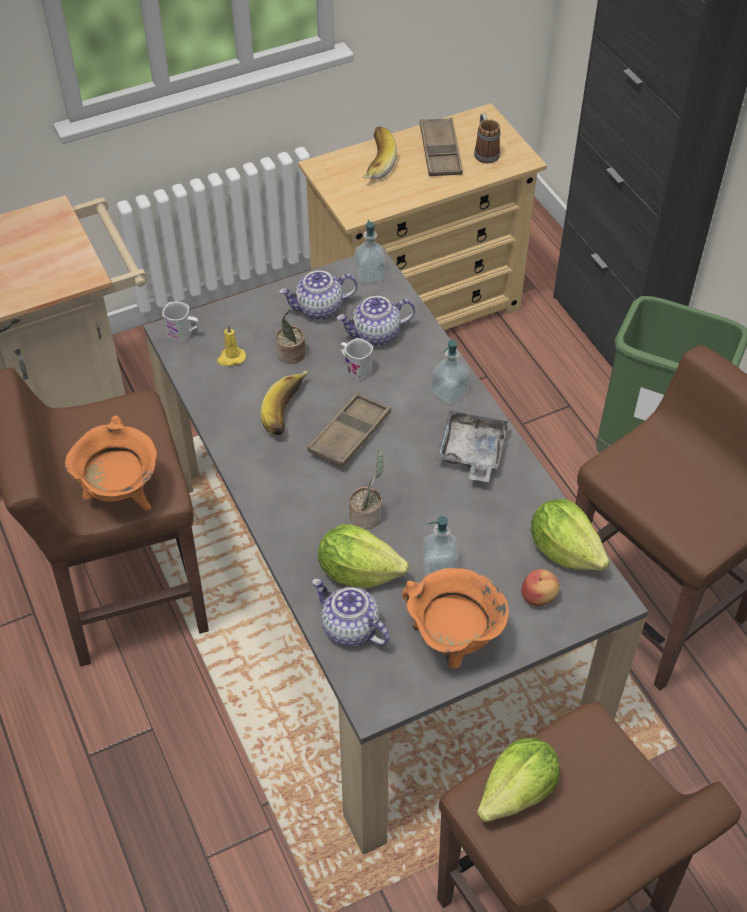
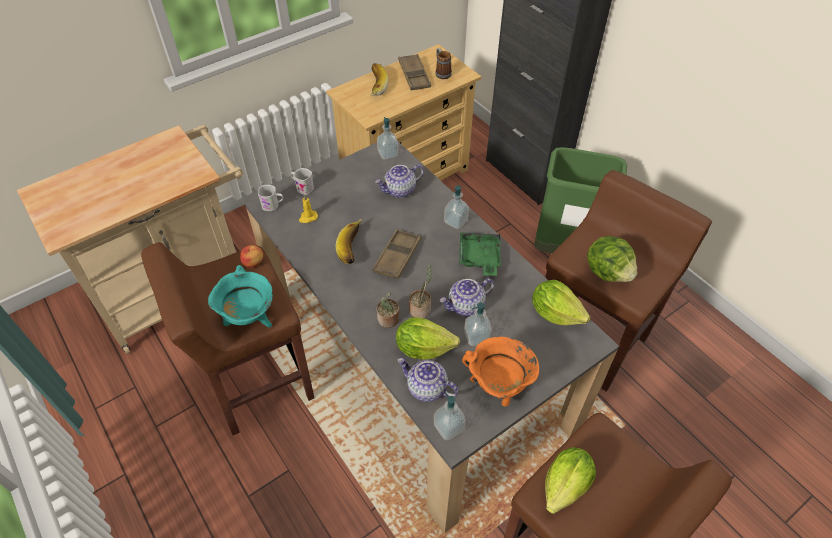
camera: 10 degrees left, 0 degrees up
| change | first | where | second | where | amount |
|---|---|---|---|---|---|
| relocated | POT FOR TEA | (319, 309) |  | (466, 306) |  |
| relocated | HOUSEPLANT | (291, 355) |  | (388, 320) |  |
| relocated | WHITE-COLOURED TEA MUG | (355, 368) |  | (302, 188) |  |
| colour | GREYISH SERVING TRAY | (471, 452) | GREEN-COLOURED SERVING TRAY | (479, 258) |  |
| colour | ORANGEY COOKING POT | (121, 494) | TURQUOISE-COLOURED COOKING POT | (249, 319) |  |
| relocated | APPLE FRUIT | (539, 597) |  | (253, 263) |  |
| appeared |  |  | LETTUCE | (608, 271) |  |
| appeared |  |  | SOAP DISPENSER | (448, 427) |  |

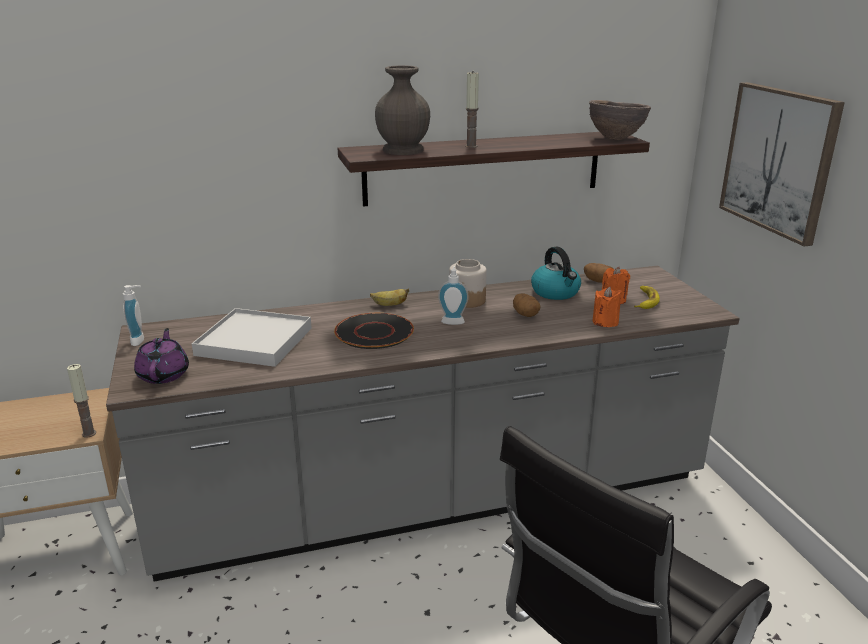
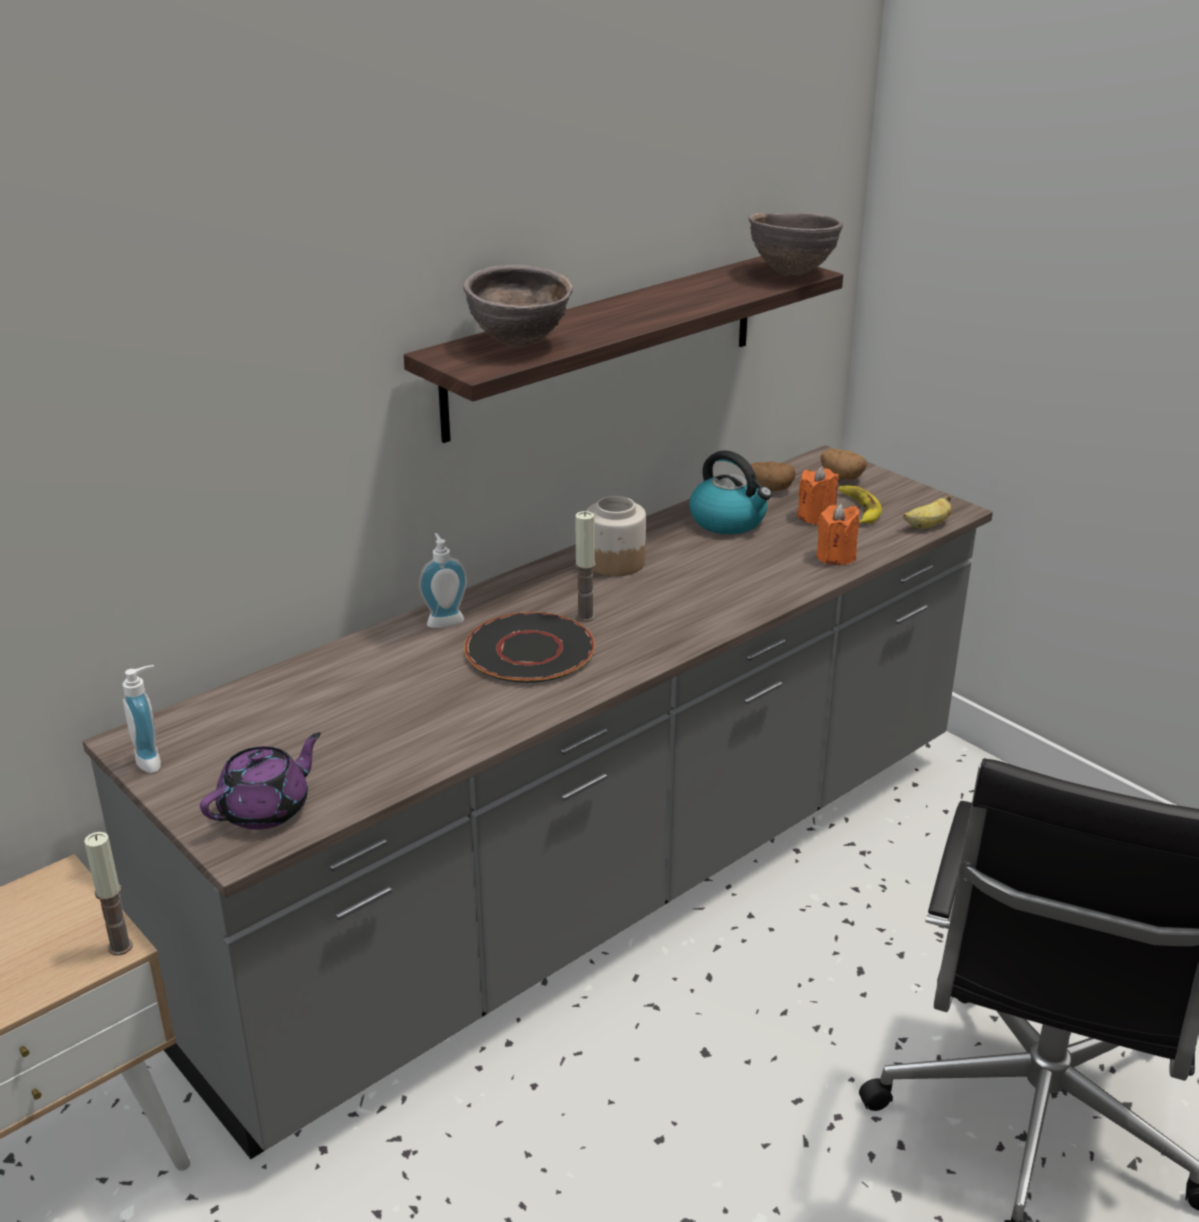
camera: 25 degrees left, 5 degrees up
| change | first | where | second | where | amount |
|---|---|---|---|---|---|
| exchanged | GREYISH VASE | (403, 150) | BROWN-COLOURED SERVING BOWL | (518, 344) |  |
| relocated | WAX LIGHT | (471, 146) |  | (585, 616) |  |
| missing | PICTURE | (779, 160) |  |  |  |
| relocated | SOAP DISPENSER | (453, 321) |  | (444, 620) |  |
| relocated | BANANA | (389, 305) |  | (927, 526) |  |
| relocated | SPUD | (525, 314) |  | (841, 477) |  |
| missing | WHITE-COLOURED SERVING TRAY | (254, 341) |  |  |  |
| spun | PURPLE-COLOURED POT FOR TEA | (164, 374) |  | (266, 809) | 75 degrees clockwise |

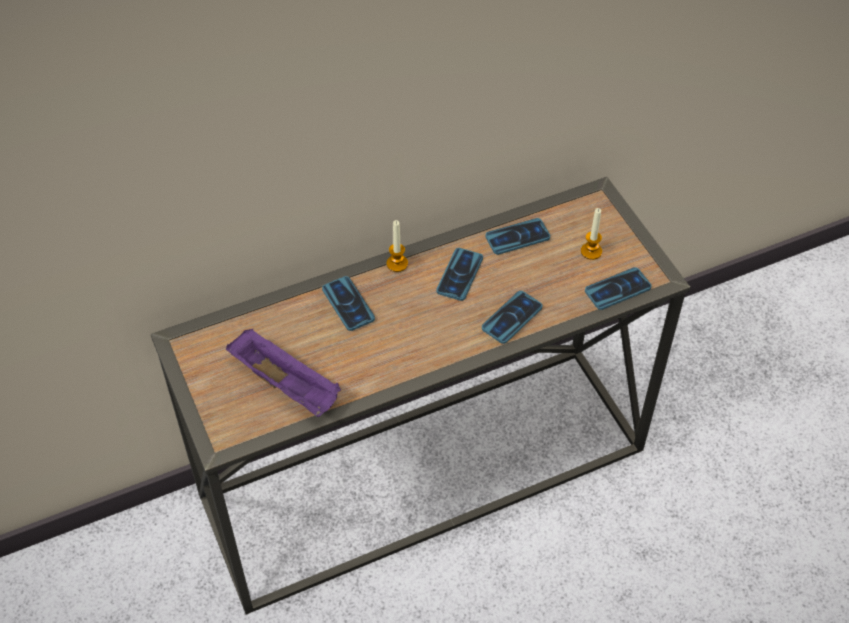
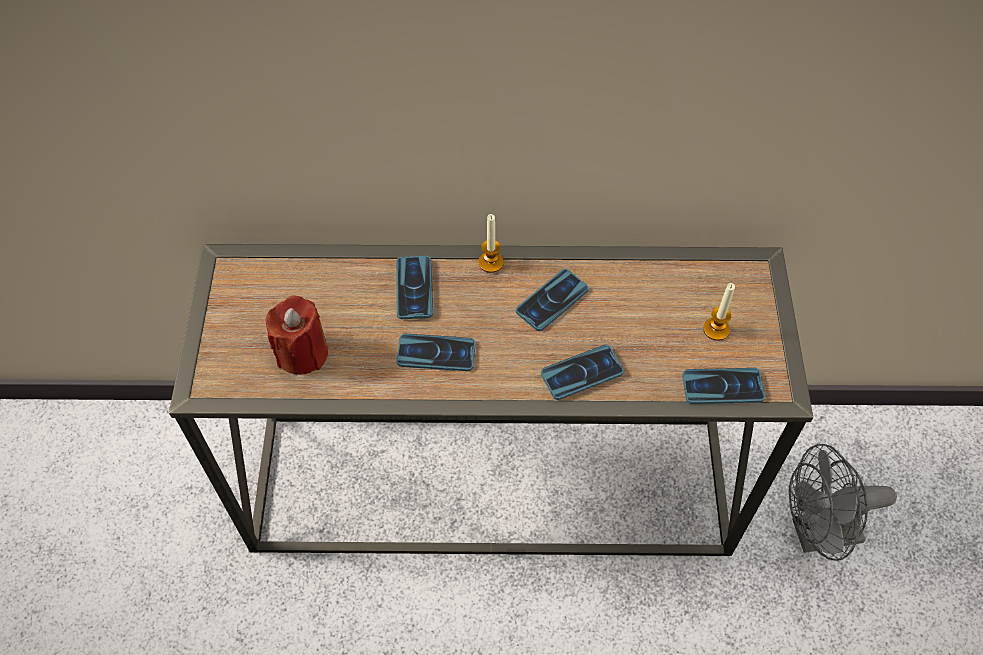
camera: 25 degrees right, 5 degrees up
| change | first | where | second | where | amount |
|---|---|---|---|---|---|
| relocated | HANDSET | (517, 237) |  | (436, 353) |  |
| exchanged | PURPLE-COLOURED SERVING TRAY | (287, 385) | RED-COLOURED WAX LIGHT | (302, 353) |  |
| appeared |  |  | GREYISH FAN | (816, 534) |  |

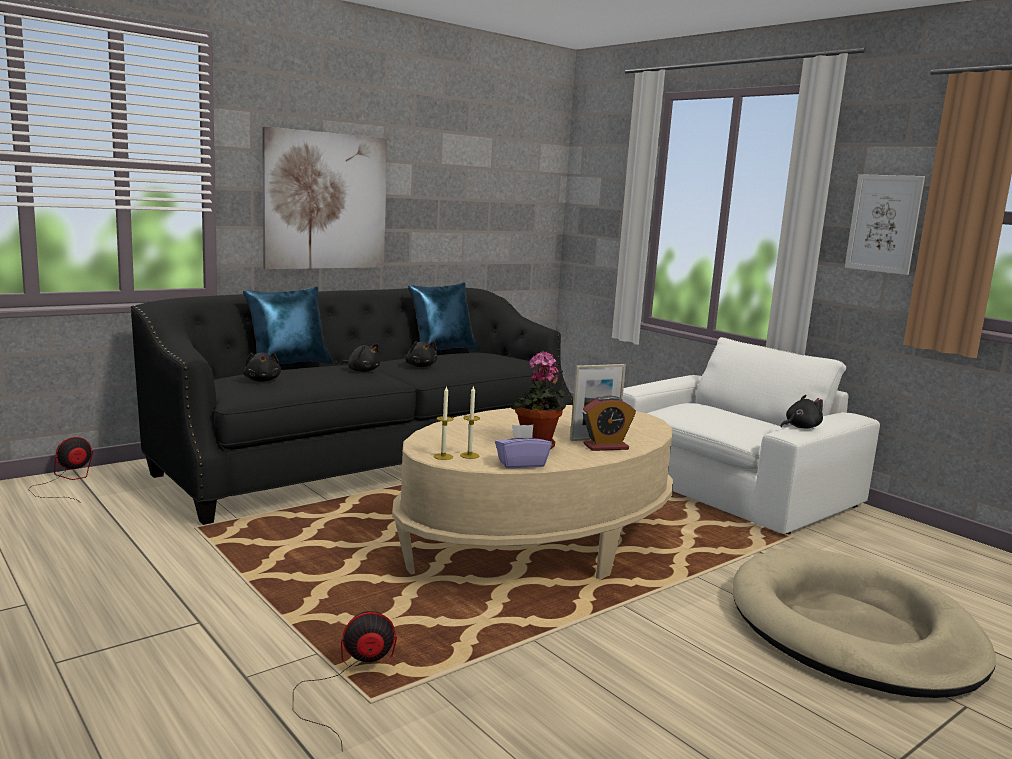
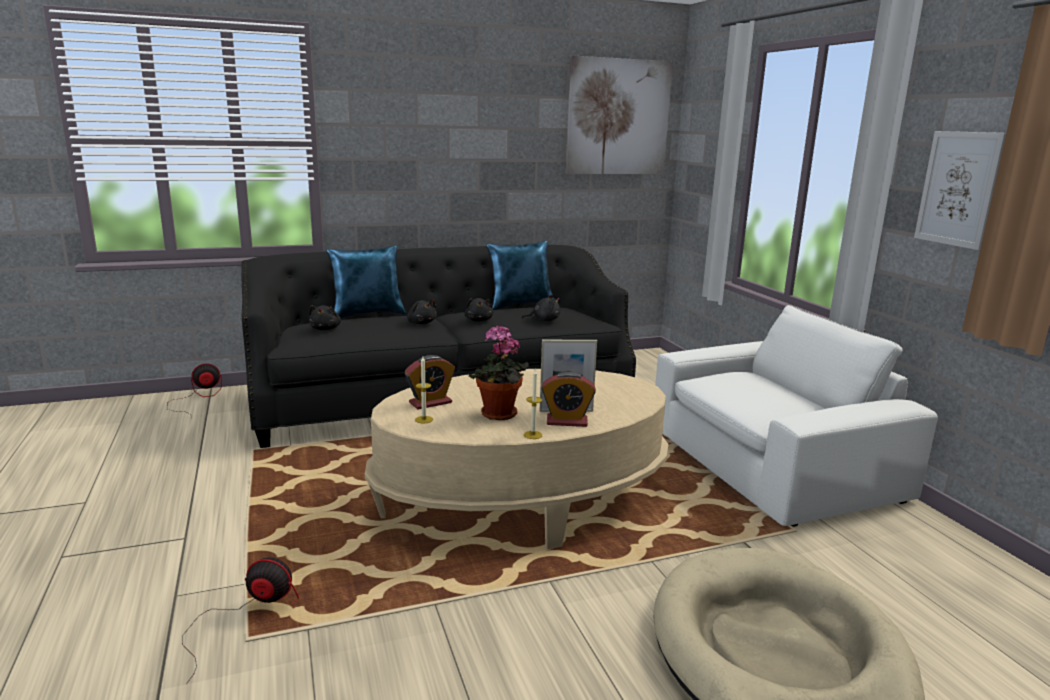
camera: 20 degrees right, 5 degrees up
| change | first | where | second | where | amount |
|---|---|---|---|---|---|
| relocated | PICTURE | (326, 201) |  | (618, 117) |  |
| relocated | WAX LIGHT | (443, 456) |  | (533, 435) |  |
| relocated | BLACK PLUSH TOY | (800, 427) |  | (543, 320) |  |
| missing | PURPLE-COLOURED TISSUE BOX | (521, 464) |  |  |  |
| appeared |  |  | ALARM CLOCK | (430, 403) |  |

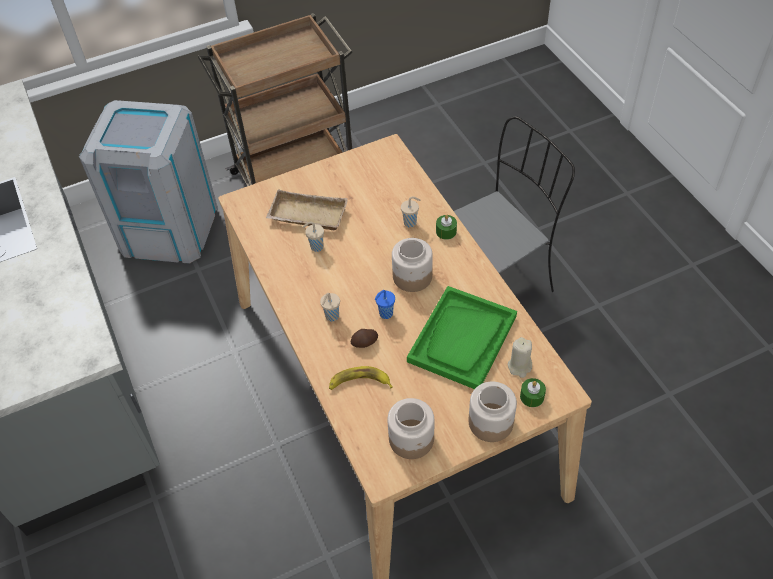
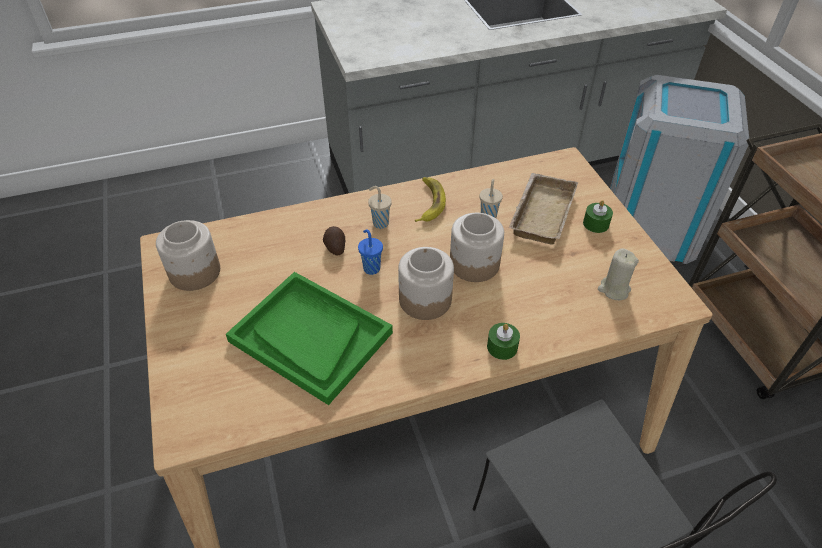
camera: 95 degrees right, 5 degrees down
| change | first | where | second | where | amount |
|---|---|---|---|---|---|
| missing | BEIGE CUP | (411, 222) |  |  |  |
| relocated | BEIGE WAX LIGHT | (519, 366) |  | (614, 289) |  |
| relocated | BANANA | (359, 382) |  | (429, 202) |  |
| relocated | GREEN-COLOURED WAX LIGHT | (532, 396) |  | (596, 224) |  |
| relocated | PRESERVE JAR | (491, 422) |  | (475, 264) |  |

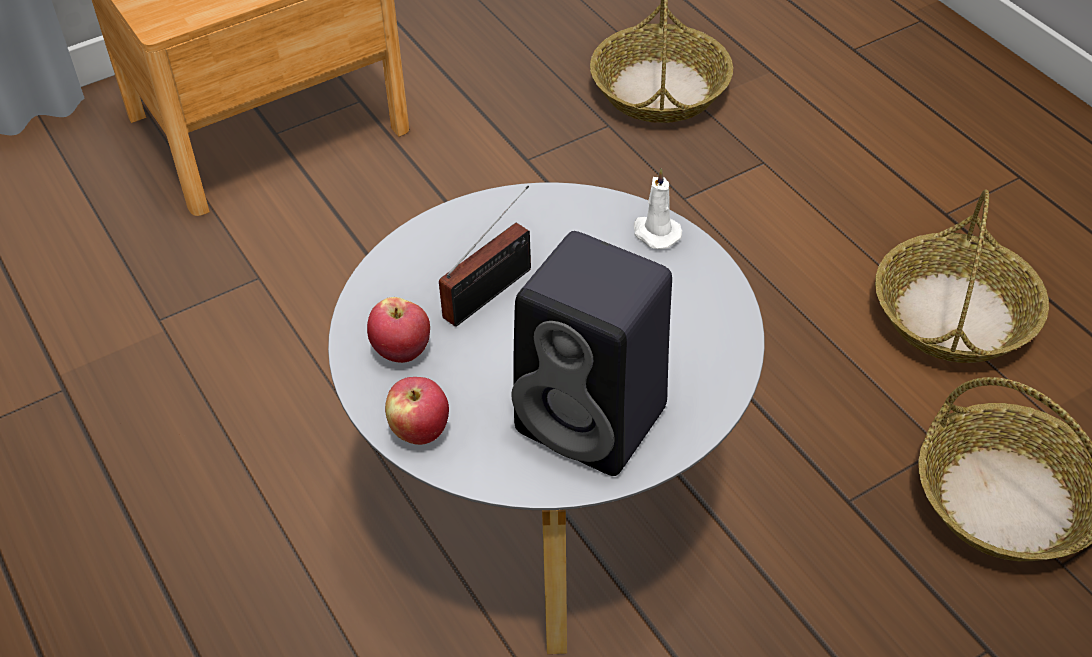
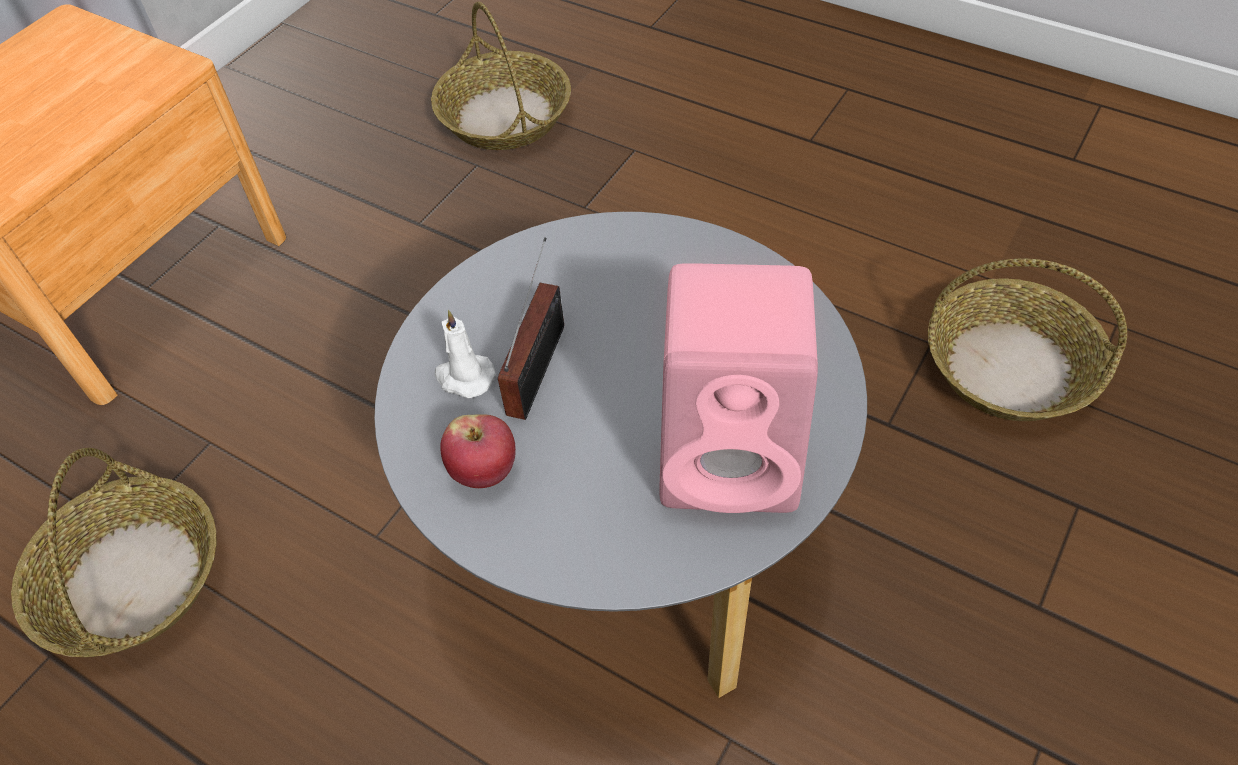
camera: 25 degrees left, 5 degrees up
| change | first | where | second | where | amount |
|---|---|---|---|---|---|
| relocated | WHITE-COLOURED WAX LIGHT | (655, 233) |  | (464, 377) |  |
| relocated | STORAGE BASKET | (953, 314) |  | (132, 578) |  |
| colour | BLACK LOUDSPEAKER | (596, 420) | PINK-COLOURED LOUDSPEAKER | (734, 459) |  |
| missing | APPLE FRUIT | (419, 431) |  |  |  |

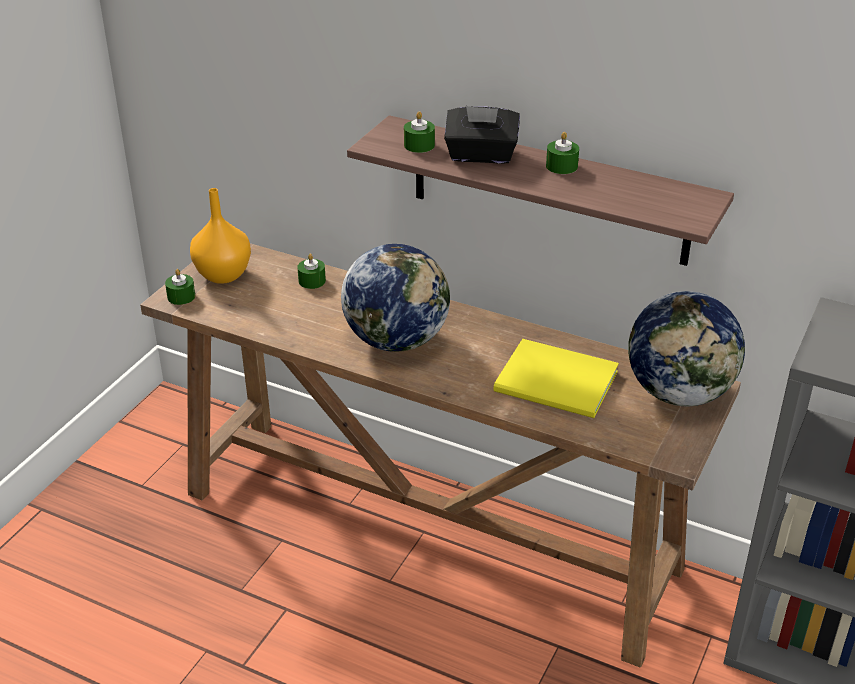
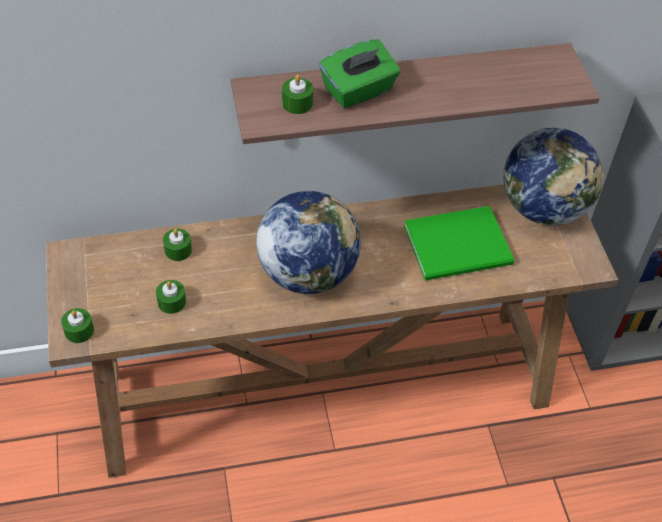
camera: 40 degrees left, 15 degrees up
| change | first | where | second | where | amount |
|---|---|---|---|---|---|
| colour | BLACK TISSUE BOX | (481, 155) | GREEN-COLOURED TISSUE BOX | (358, 91) |  |
| relocated | GREEN-COLOURED WAX LIGHT | (561, 166) |  | (172, 302) |  |
| missing | ORANGEY VASE | (223, 275) |  |  |  |
| colour | YELLOWISH VOLUME | (558, 384) | GREEN-COLOURED VOLUME | (461, 247) |  |

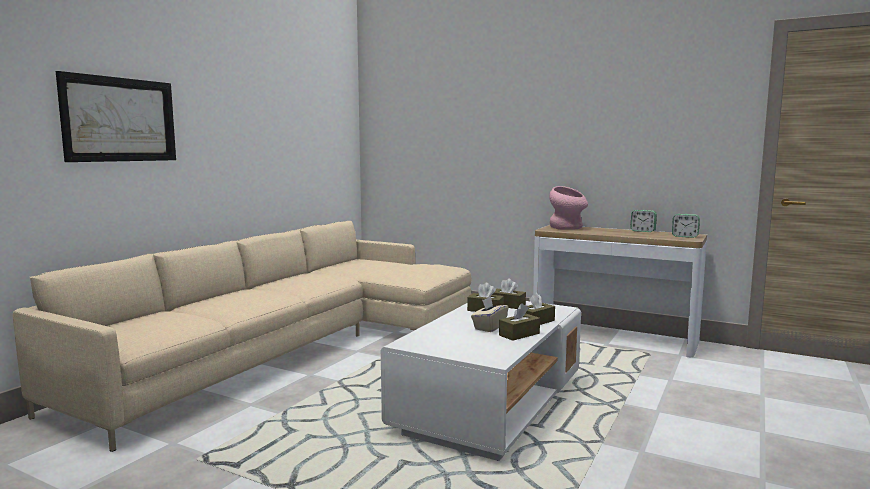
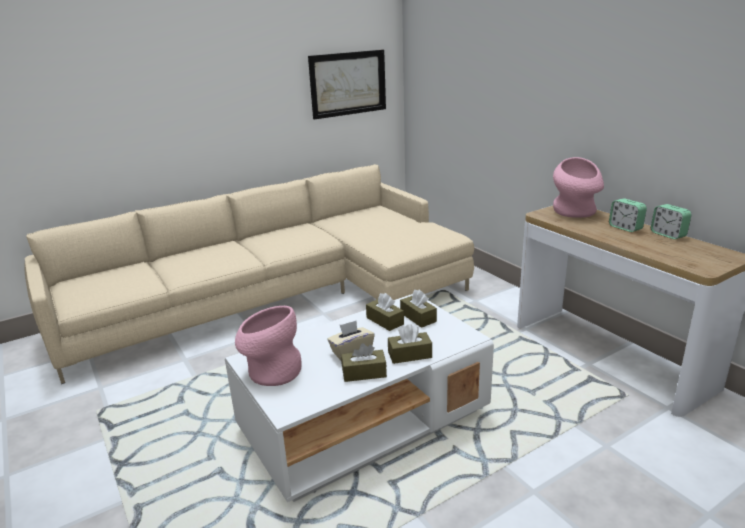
camera: 30 degrees right, 15 degrees up
| change | first | where | second | where | amount |
|---|---|---|---|---|---|
| relocated | PICTURE | (120, 119) |  | (348, 83) |  |
| relocated | ALARM CLOCK | (685, 236) |  | (625, 228) |  |
| appeared |  |  | PINK-COLOURED VASE | (271, 371) |  |

